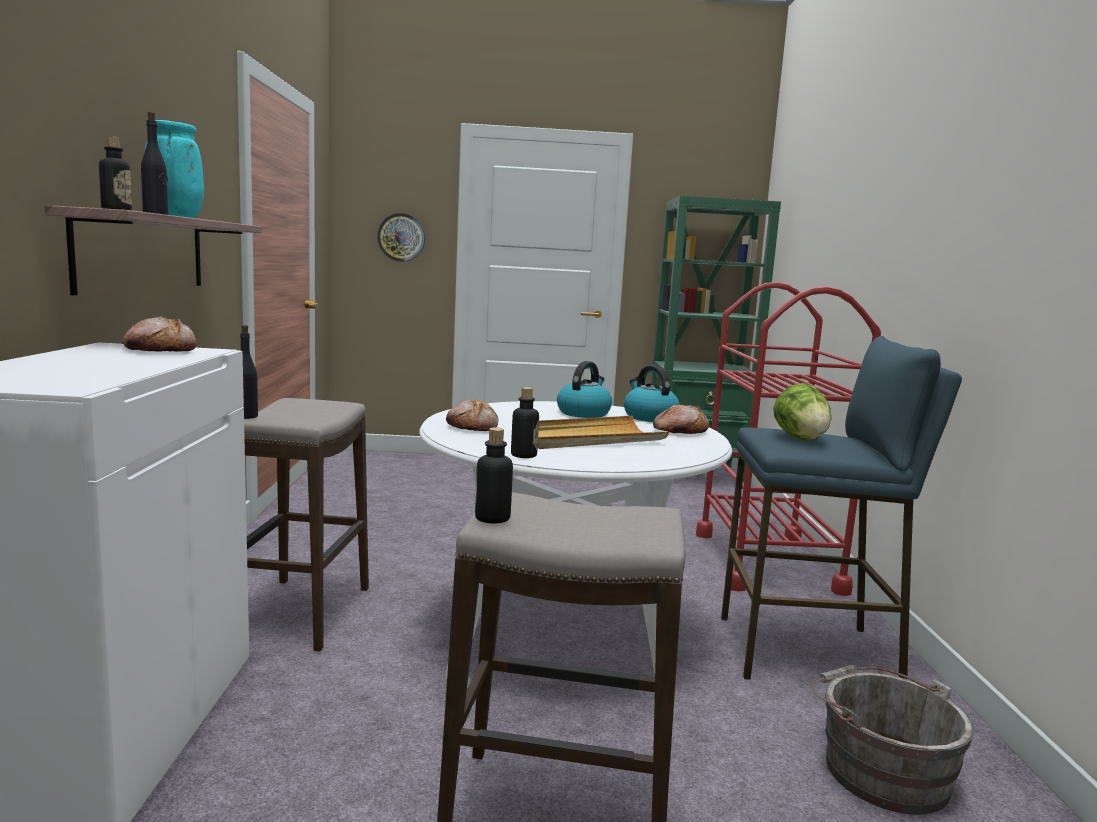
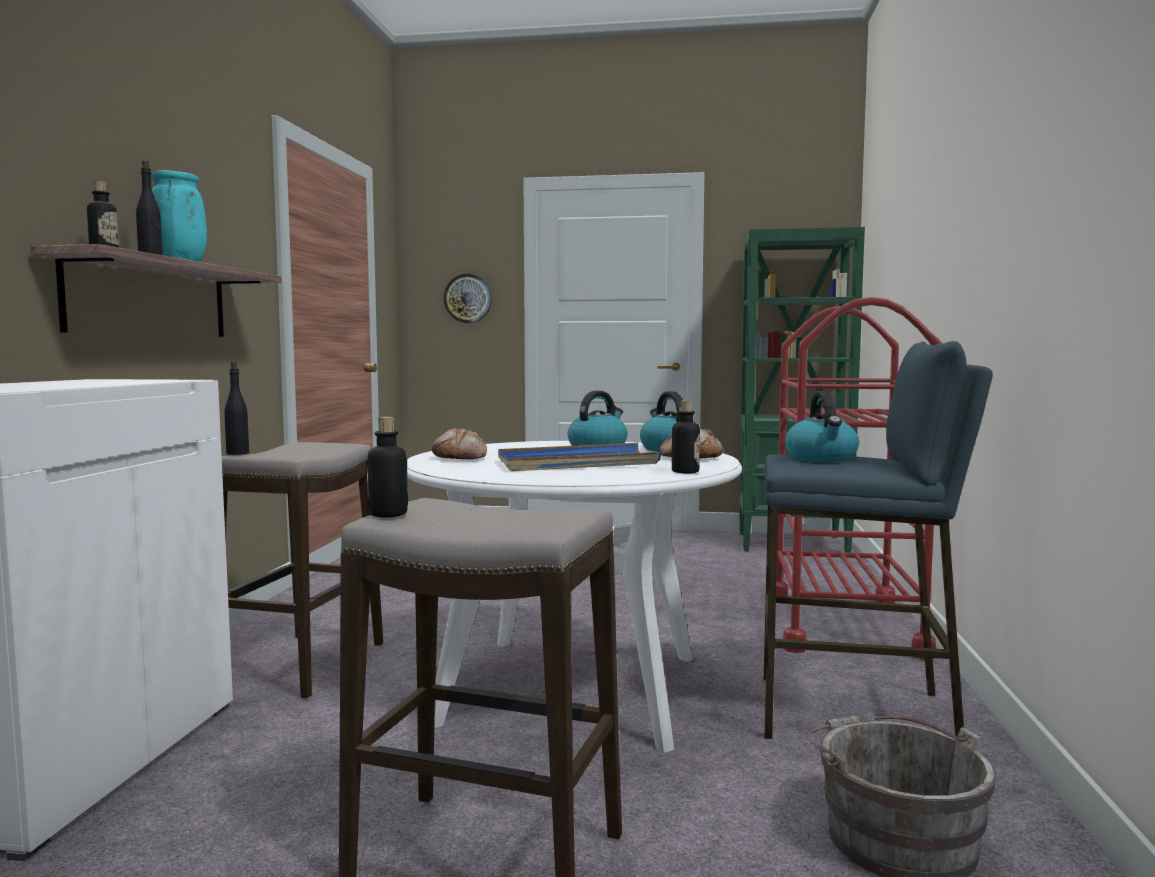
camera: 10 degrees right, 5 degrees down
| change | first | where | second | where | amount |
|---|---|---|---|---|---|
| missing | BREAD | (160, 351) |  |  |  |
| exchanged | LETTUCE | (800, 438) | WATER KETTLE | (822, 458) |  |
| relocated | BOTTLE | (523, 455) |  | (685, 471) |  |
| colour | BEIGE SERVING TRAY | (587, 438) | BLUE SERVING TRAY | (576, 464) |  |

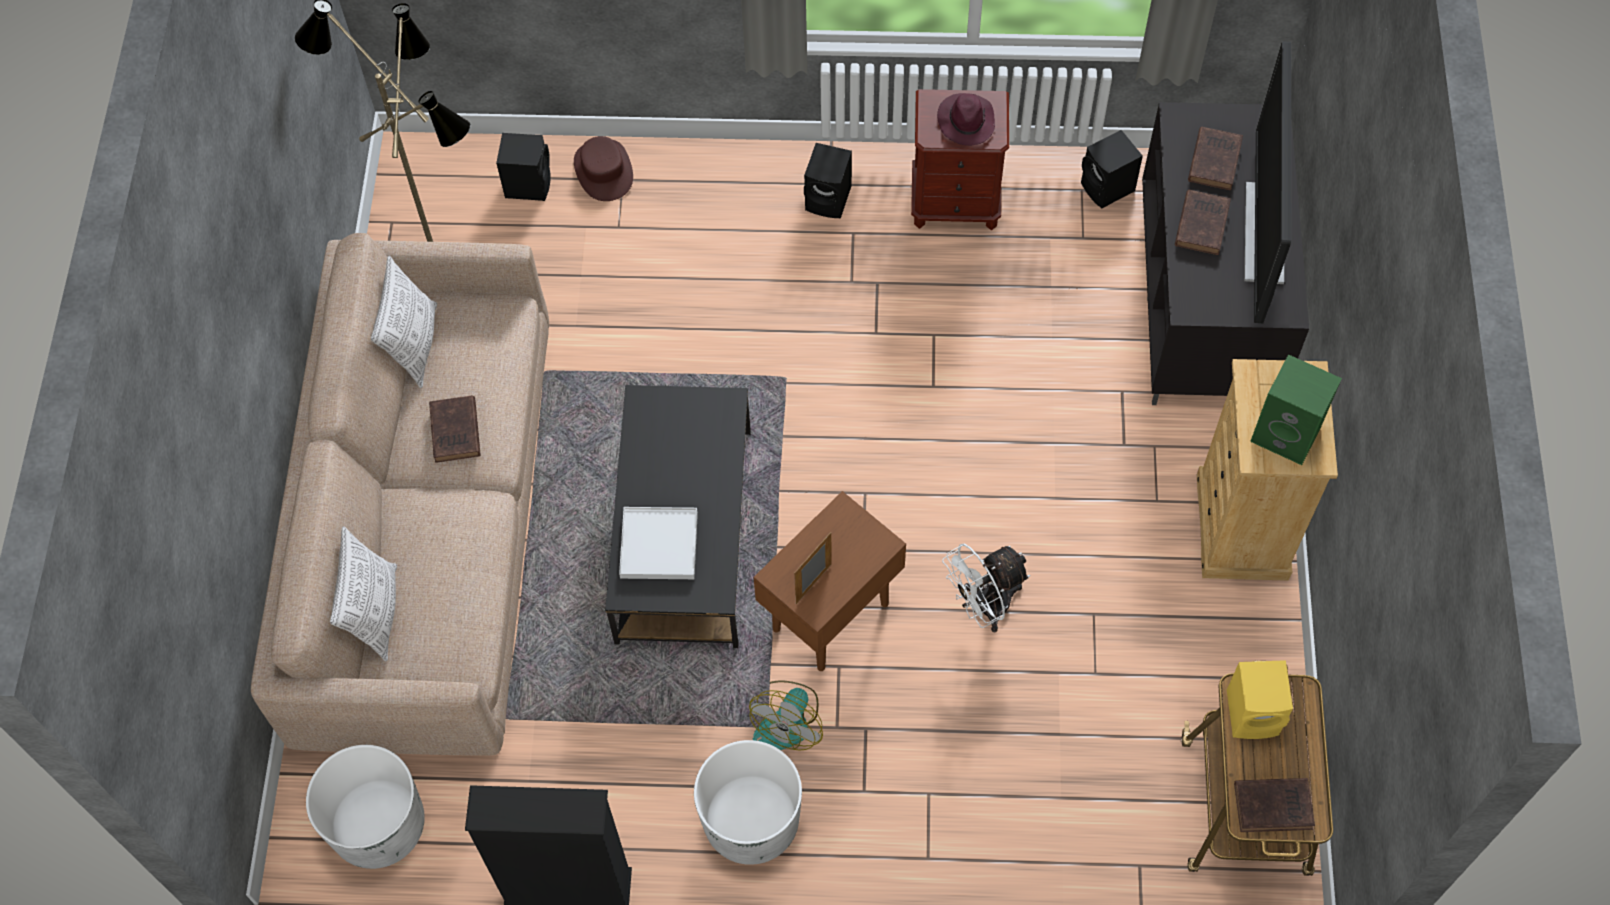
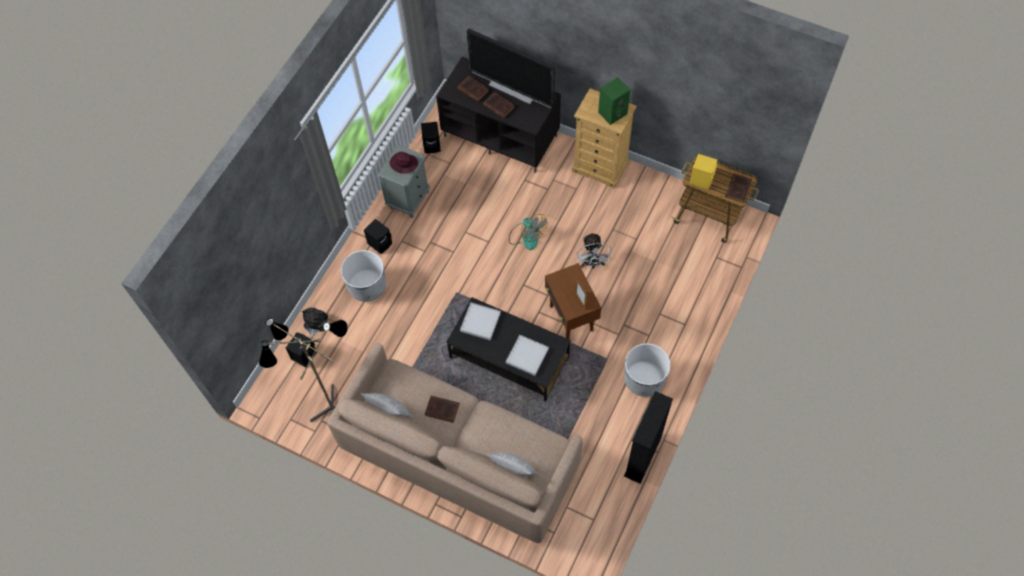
camera: 65 degrees left, 0 degrees up
| change | first | where | second | where | amount |
|---|---|---|---|---|---|
| colour | BROWN-COLOURED BEDSIDE TABLE | (955, 203) | GREYISH BEDSIDE TABLE | (409, 199) |  |
| exchanged | BROWN-COLOURED WEARABLE HAT | (603, 170) | PLUSH TOY | (315, 323) |  |
| relocated | FAN | (787, 719) |  | (526, 236) |  |
| relocated | WHITE-COLOURED PLANT POT | (379, 825) |  | (367, 286) |  |
| appeared |  |  | WHITE-COLOURED SERVING TRAY | (480, 322) |  |

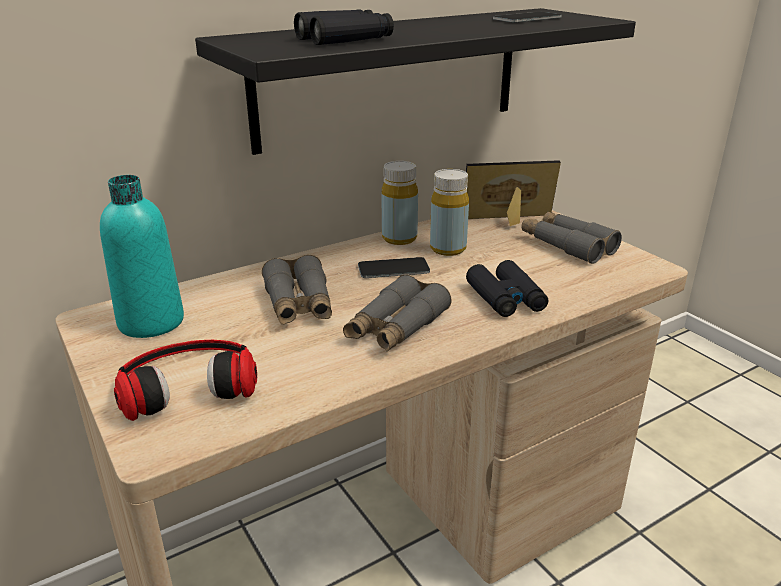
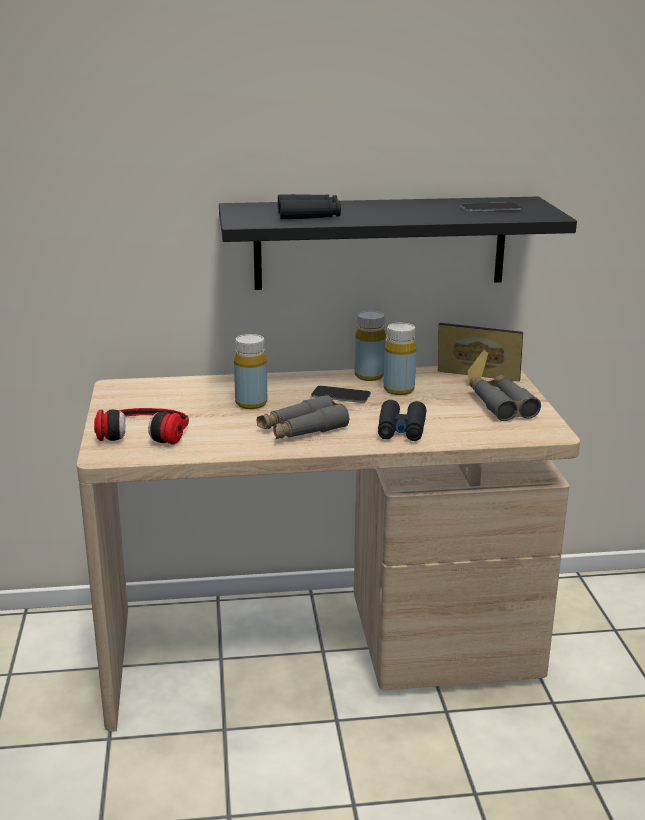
camera: 25 degrees right, 5 degrees down
| change | first | where | second | where | amount |
|---|---|---|---|---|---|
| missing | TURQUOISE-COLOURED BOTTLE | (151, 322) |  |  |  |
| exchanged | GREYISH PAIR OF BINOCULARS | (299, 304) | YELLOWISH BOTTLE | (251, 403) |  |

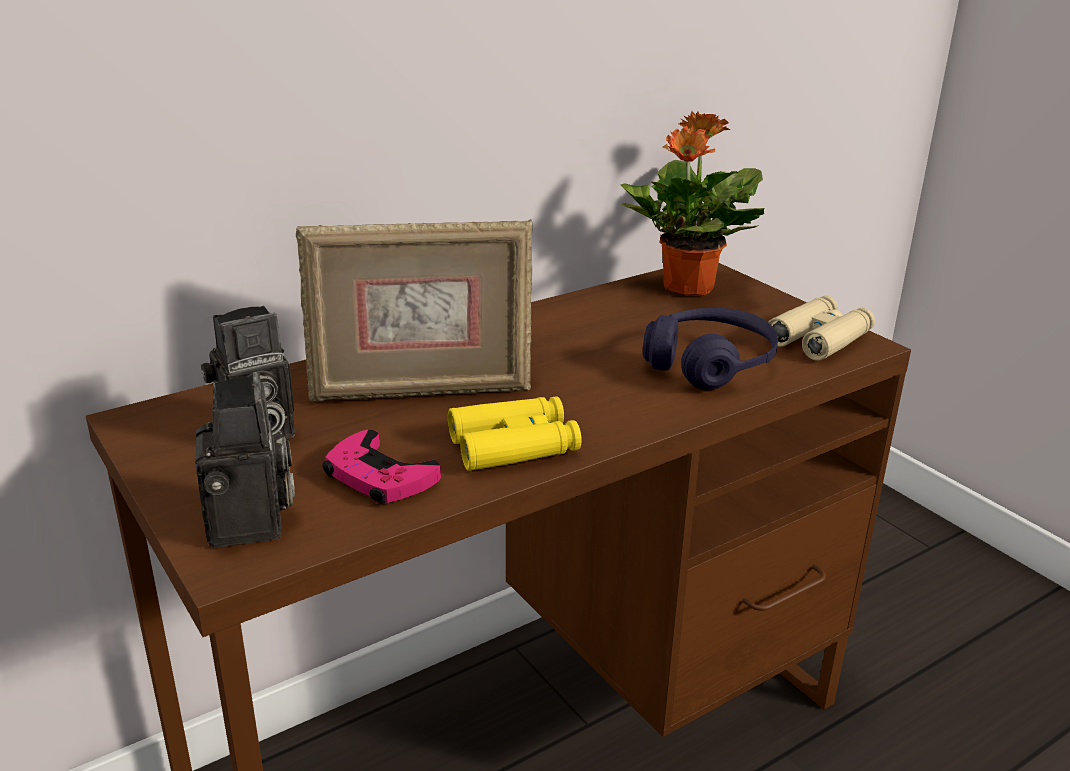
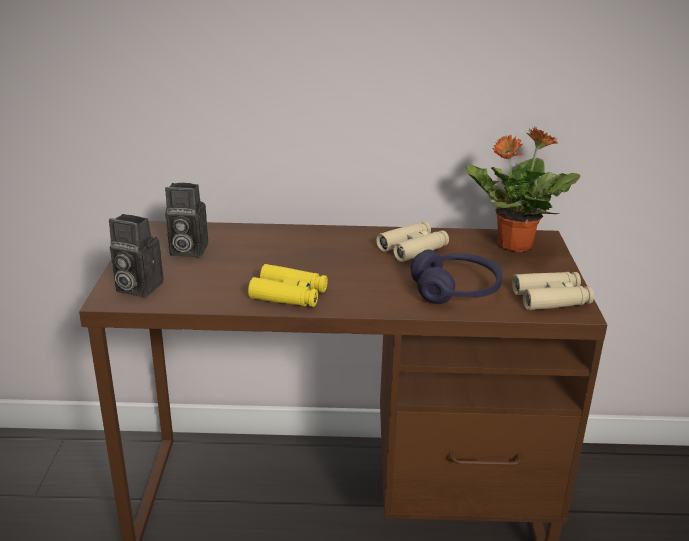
camera: 35 degrees right, 0 degrees up
| change | first | where | second | where | amount |
|---|---|---|---|---|---|
| missing | PHOTO FRAME | (421, 391) |  |  |  |
| spun | STILL CAMERA | (252, 525) |  | (136, 287) | 90 degrees clockwise |
| missing | PINK-COLOURED JOYPAD | (379, 477) |  |  |  |
| appeared |  |  | BEIGE PAIR OF BINOCULARS | (412, 248) |  |

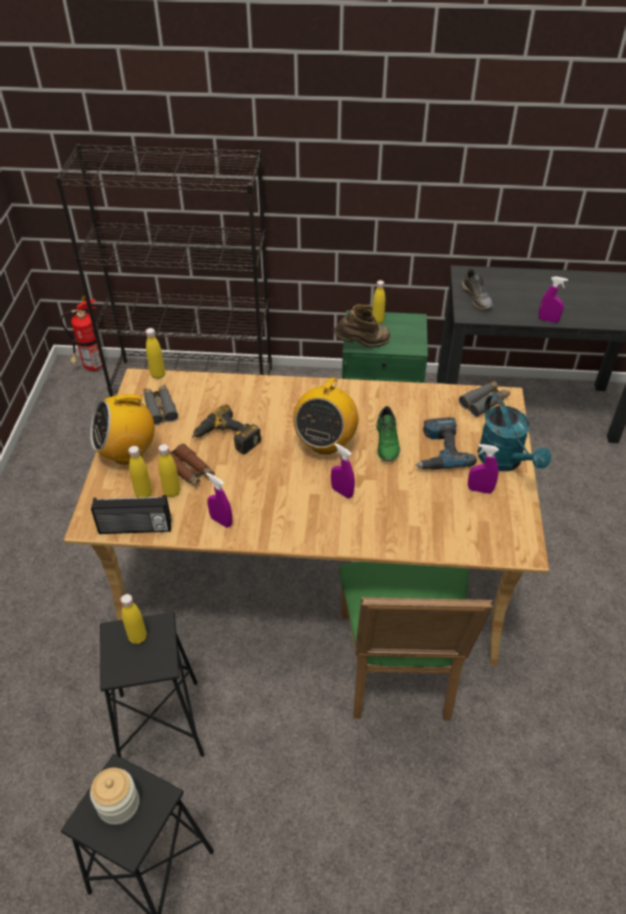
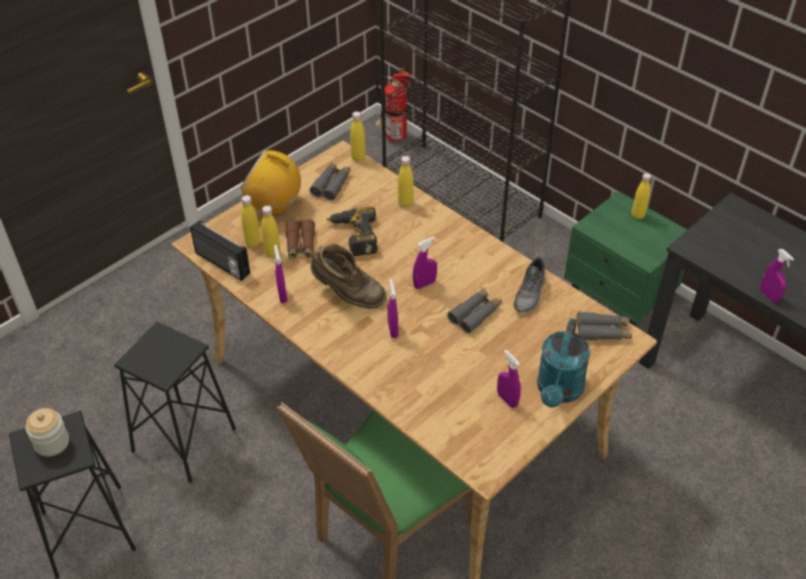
camera: 40 degrees right, 0 degrees up
| change | first | where | second | where | amount |
|---|---|---|---|---|---|
| relocated | GREYISH LOW SHOE | (477, 298) |  | (530, 294) |  |
| relocated | BROWN-COLOURED BOOT | (362, 345) |  | (347, 295) |  |
| exchanged | RADIO | (325, 443) | PURPLE-COLOURED SPRAYER | (424, 284) |  |
| exchanged | GREEN-COLOURED LOW SHOE | (387, 442) | GREYISH PAIR OF BINOCULARS | (475, 314) |  |
| missing | POWER DRILL | (439, 450) |  |  |  |
| relocated | YELLOWISH BOTTLE | (138, 637) |  | (405, 203) |  |

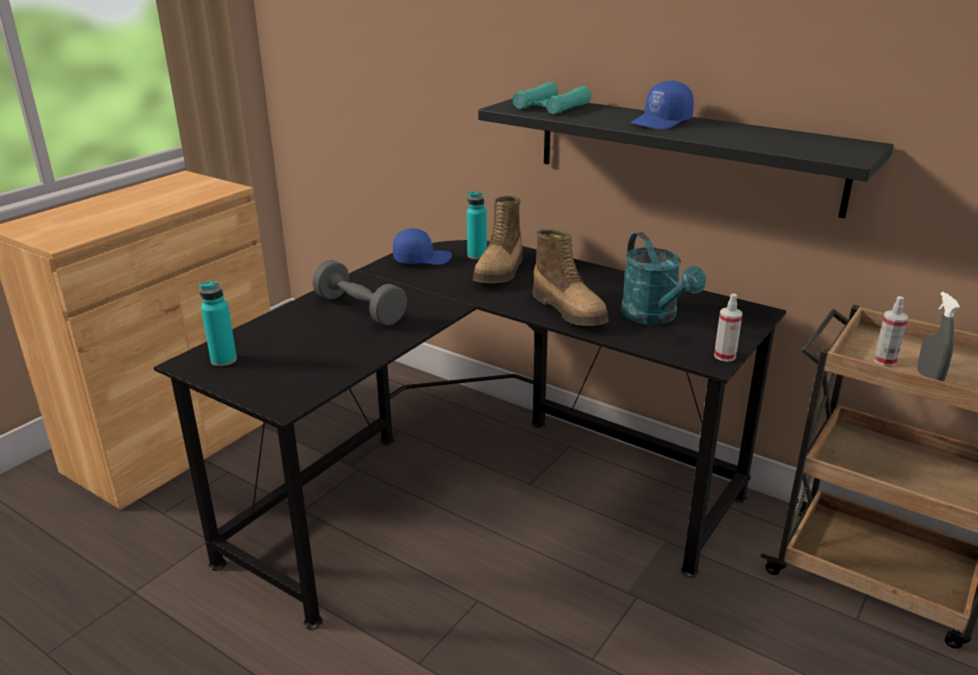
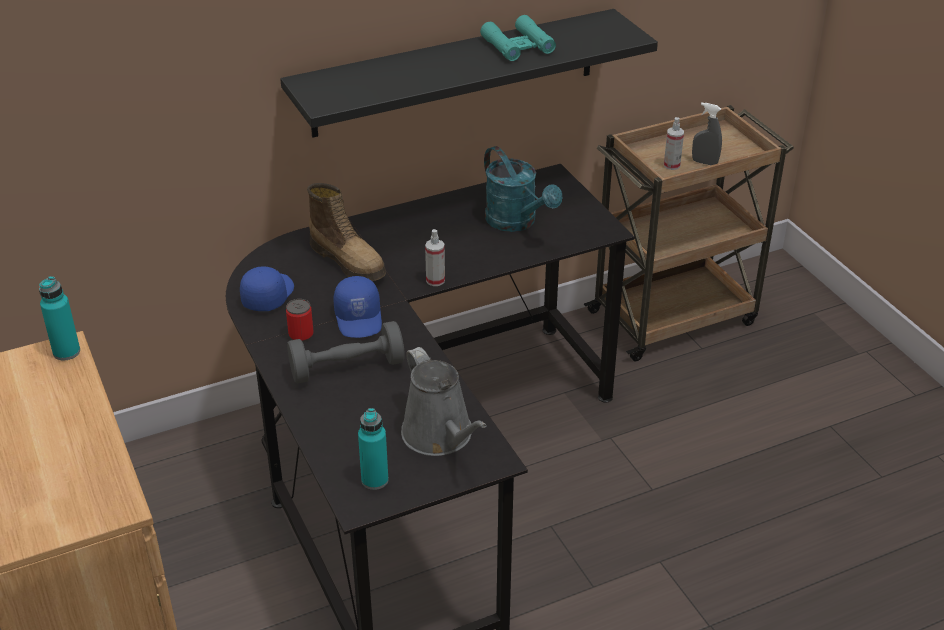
camera: 60 degrees left, 10 degrees up
| change | first | where | second | where | amount |
|---|---|---|---|---|---|
| relocated | BLUE BASEBALL CAP | (662, 122) |  | (359, 318) |  |
| relocated | TURQUOISE-COLOURED PAIR OF BINOCULARS | (551, 107) |  | (518, 46) |  |
| relocated | TURQUOISE-COLOURED BOTTLE | (477, 255) |  | (66, 352) |  |
| missing | BOOT | (570, 310) |  |  |  |
| spun | TURQUOISE-COLOURED SPRINKLING CAN | (654, 317) |  | (517, 222) | 45 degrees clockwise |
| relocated | SPRAYER | (724, 356) |  | (435, 280) |  |
| appeared |  |  | CAN | (301, 335) |  |
| appeared |  |  | GREYISH SPRINKLING CAN | (440, 436) |  |

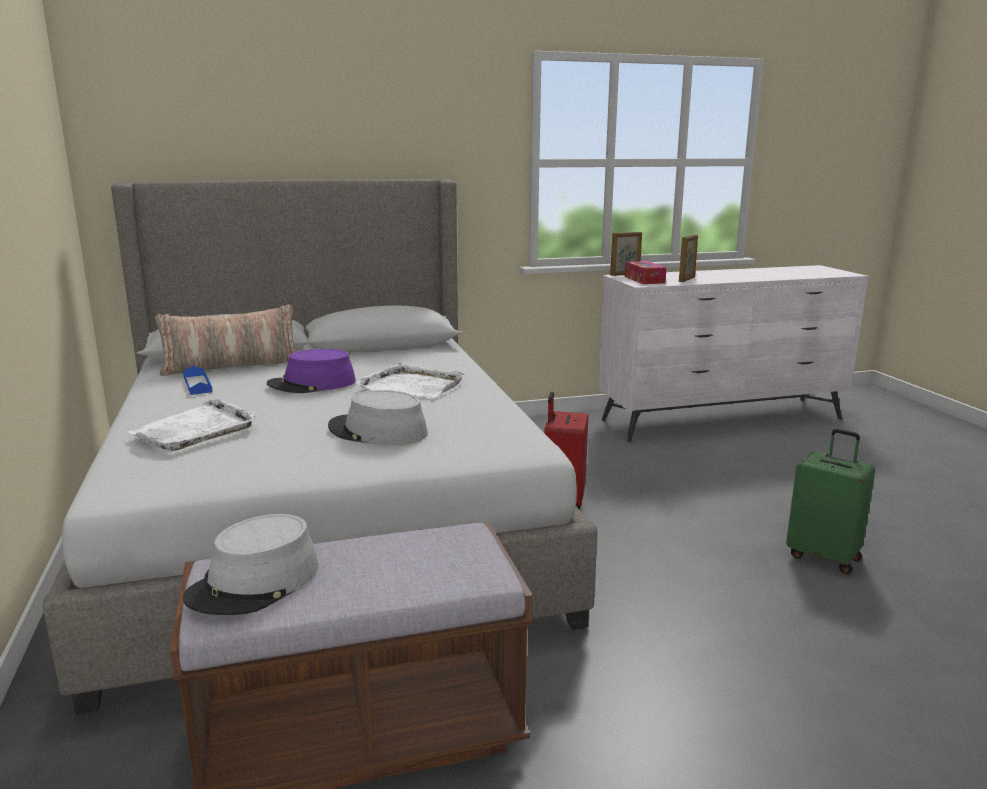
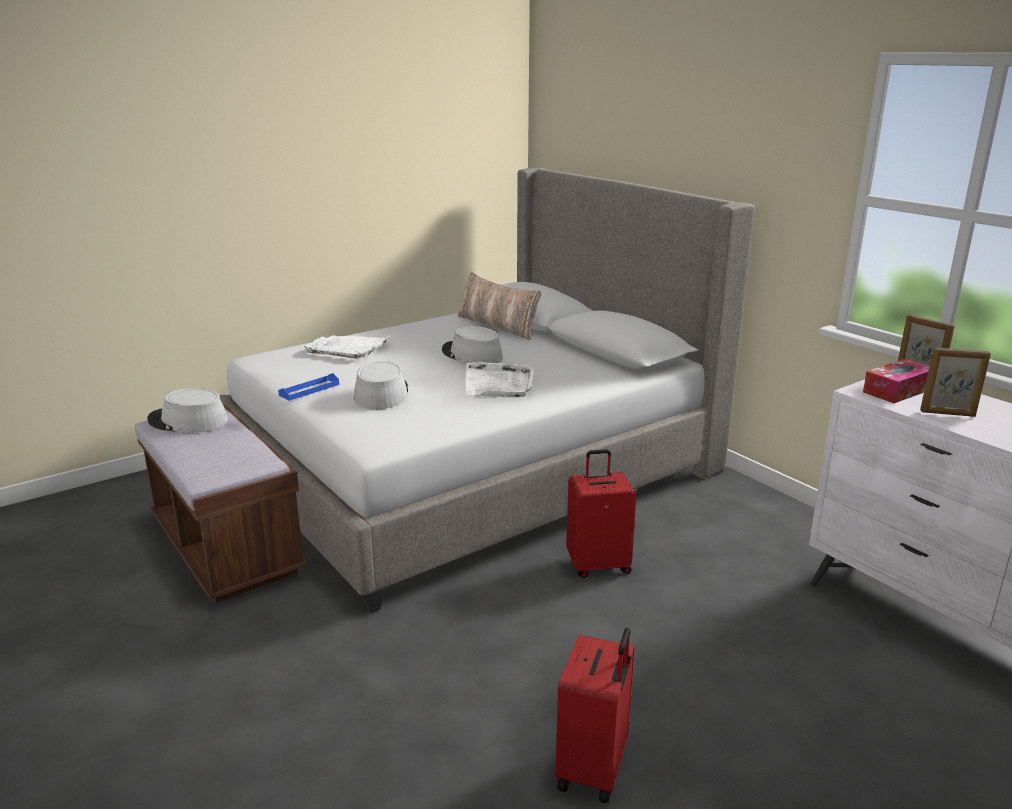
camera: 70 degrees right, 5 degrees up
| change | first | where | second | where | amount |
|---|---|---|---|---|---|
| colour | PURPLE-COLOURED WEARABLE HAT | (312, 384) | GREYISH WEARABLE HAT | (471, 354) |  |
| relocated | BLUE SERVING TRAY | (197, 384) |  | (309, 390) |  |
| colour | GREEN-COLOURED SUITCASE | (824, 557) | RED-COLOURED SUITCASE | (594, 769) |  |

